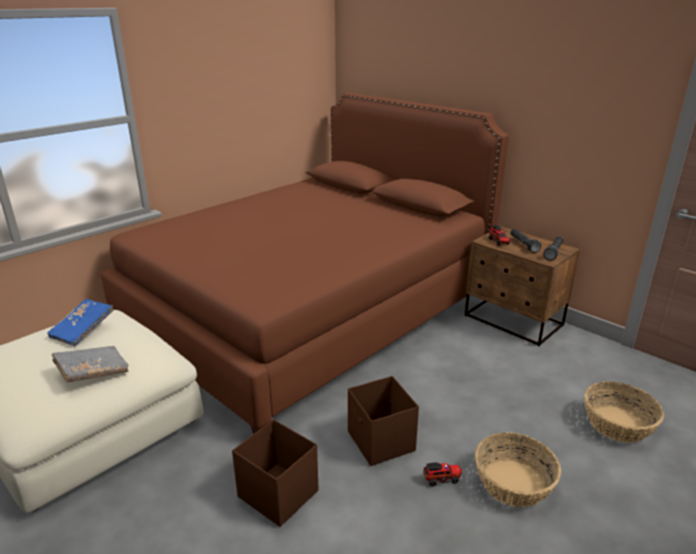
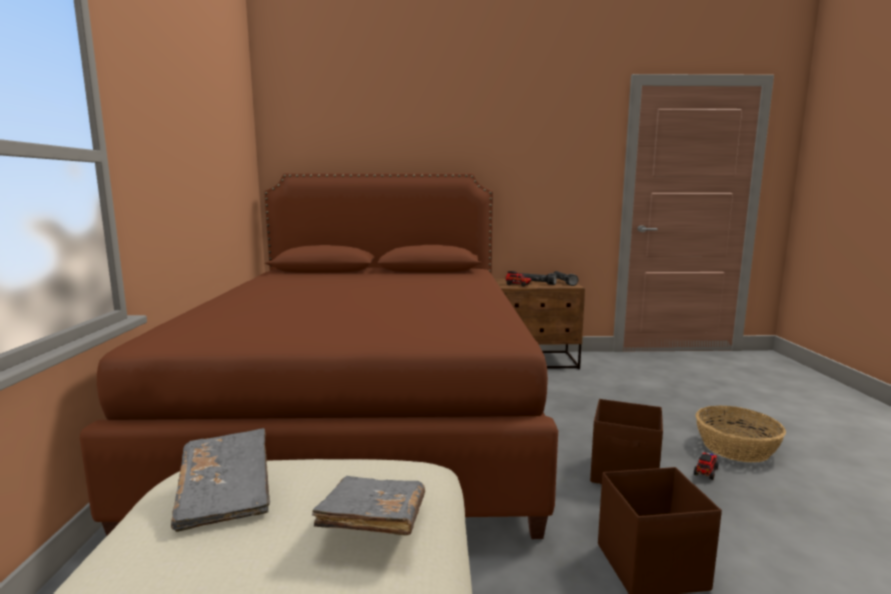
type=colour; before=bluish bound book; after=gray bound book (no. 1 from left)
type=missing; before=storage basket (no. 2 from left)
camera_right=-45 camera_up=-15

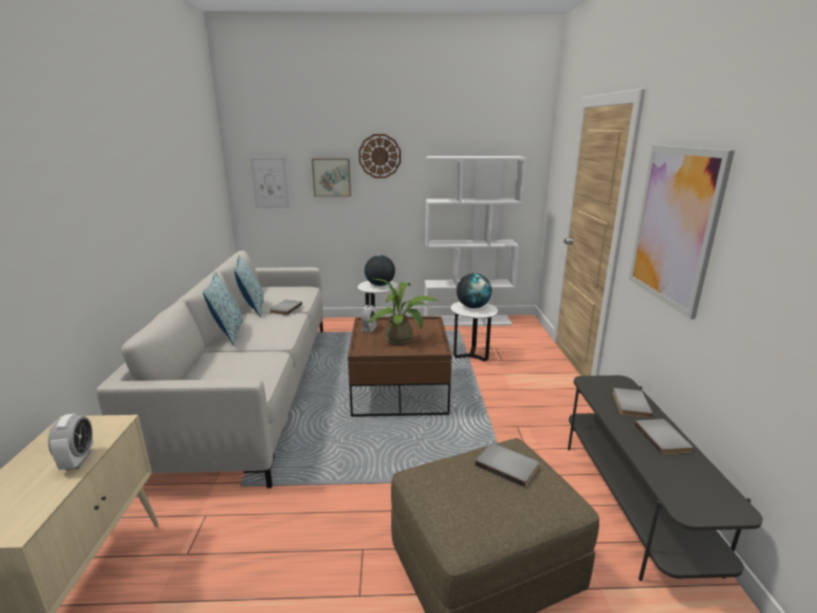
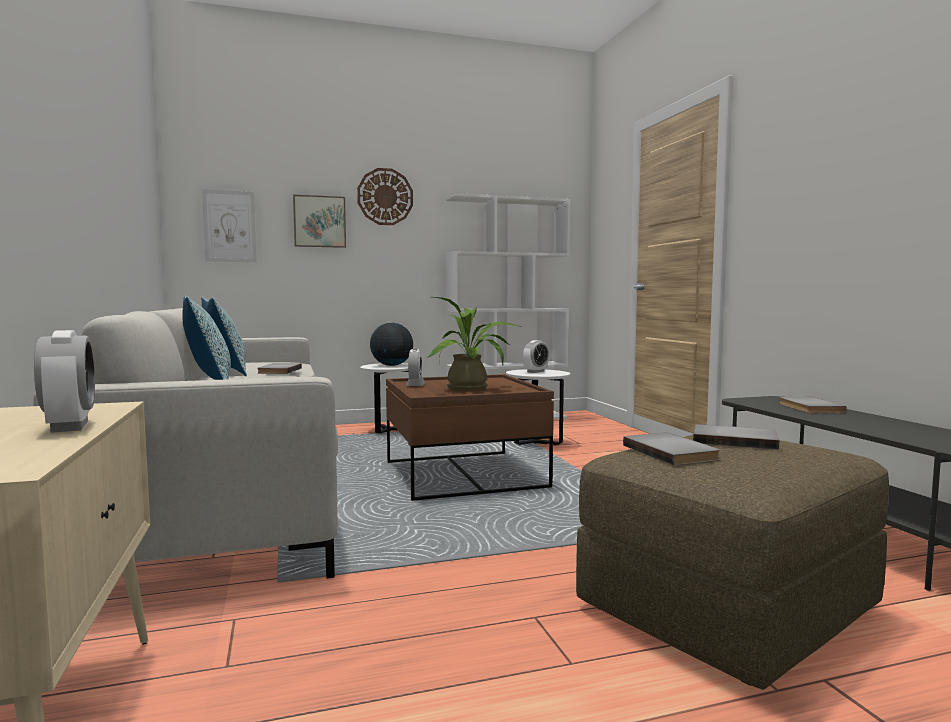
type=exchanged; before=globe (no. 2 from left); after=table clock (no. 3 from left)
type=relocated; before=gray bound book (no. 4 from left in the first image); after=gray bound book (no. 2 from left)
type=missing; before=wall picture (no. 3 from left)
camera_right=-15 camera_up=-15

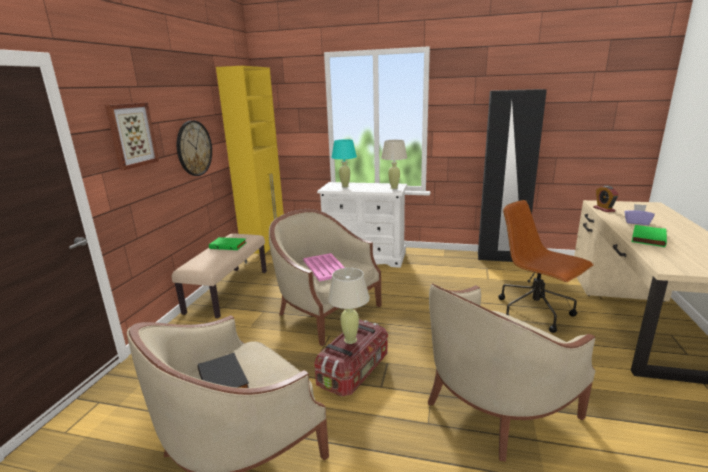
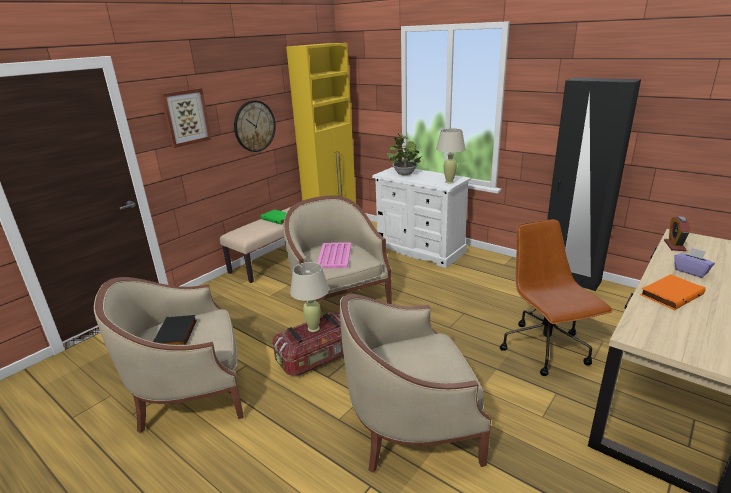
type=exchanged; before=blue-green table lamp; after=houseplant
type=colour; before=green-coloured bound book (no. 2 from left); after=orange bound book
camera_right=25 camera_up=5

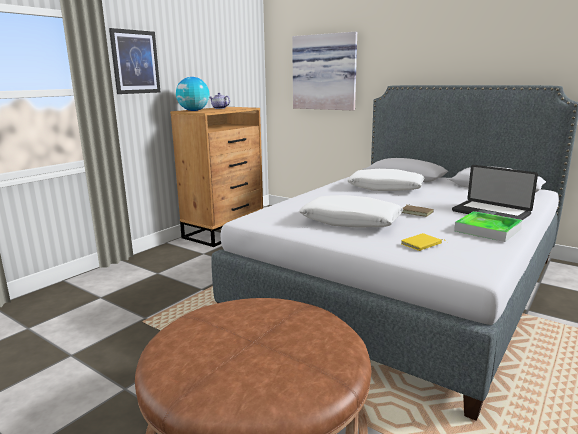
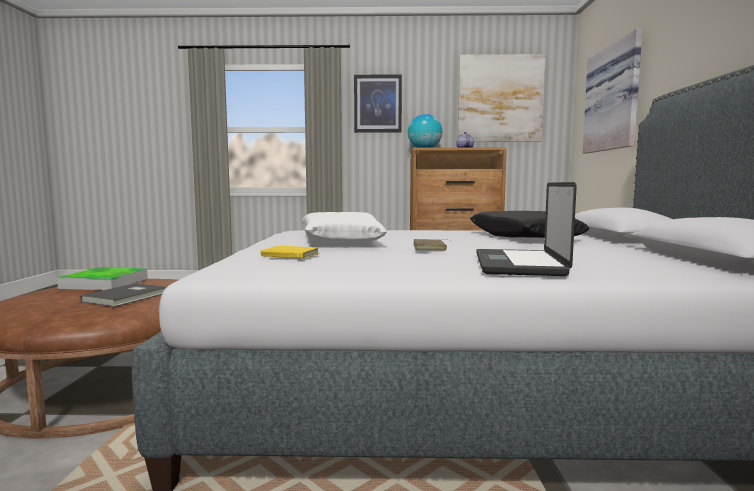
type=relocated; before=carrying tray
type=appeared; after=gray bound book
type=appeared; after=wall picture (no. 2 from left)
type=colour; before=white-coloured pillow (no. 2 from left); after=blackish pillow
camera_right=55 camera_up=-10

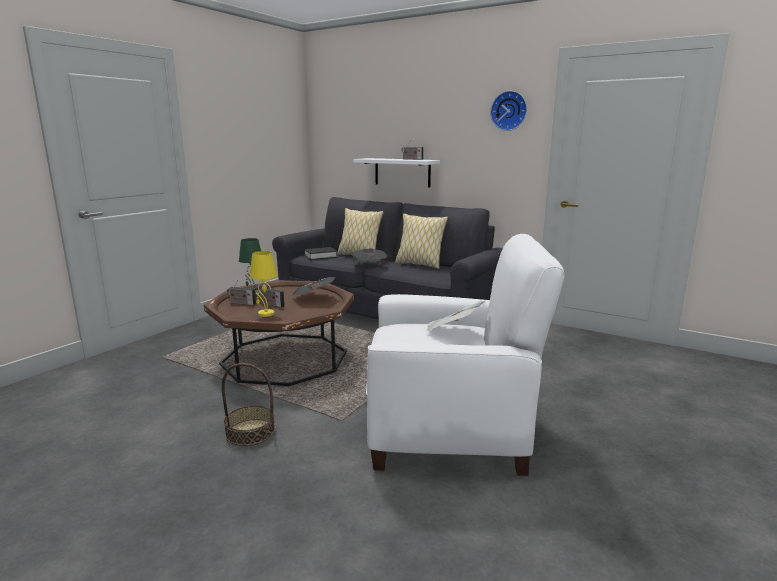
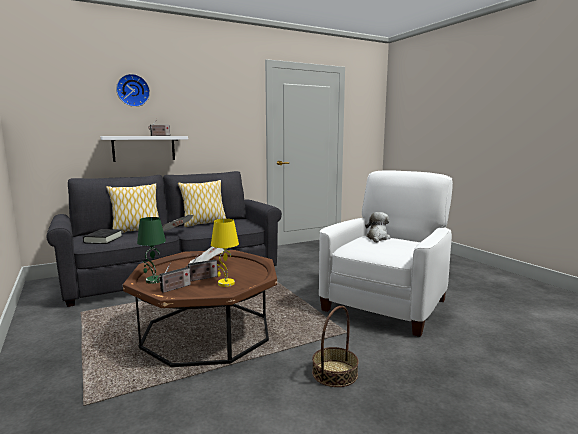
type=relocated; before=wall clock
type=exchanged; before=daily paper (no. 3 from left); after=cuddly toy
camera_right=-60 camera_up=-5

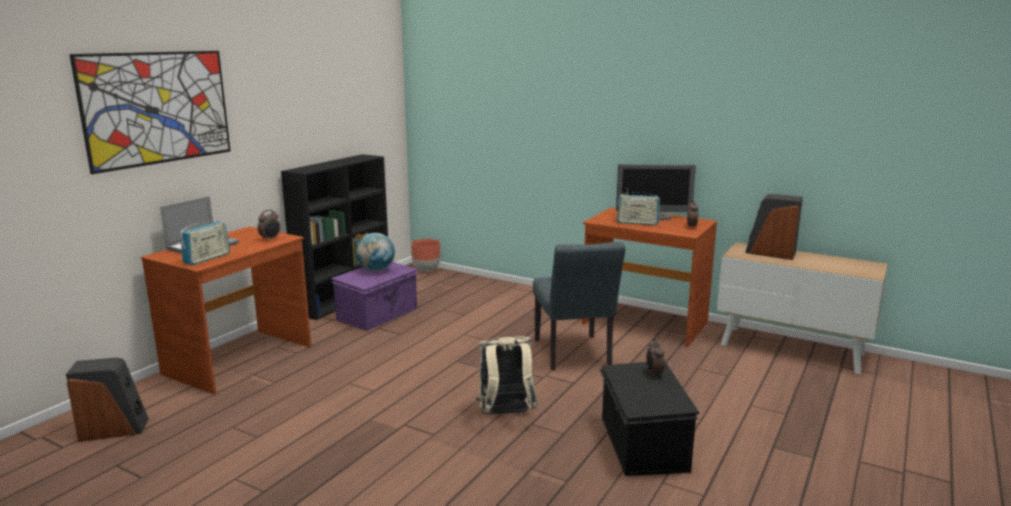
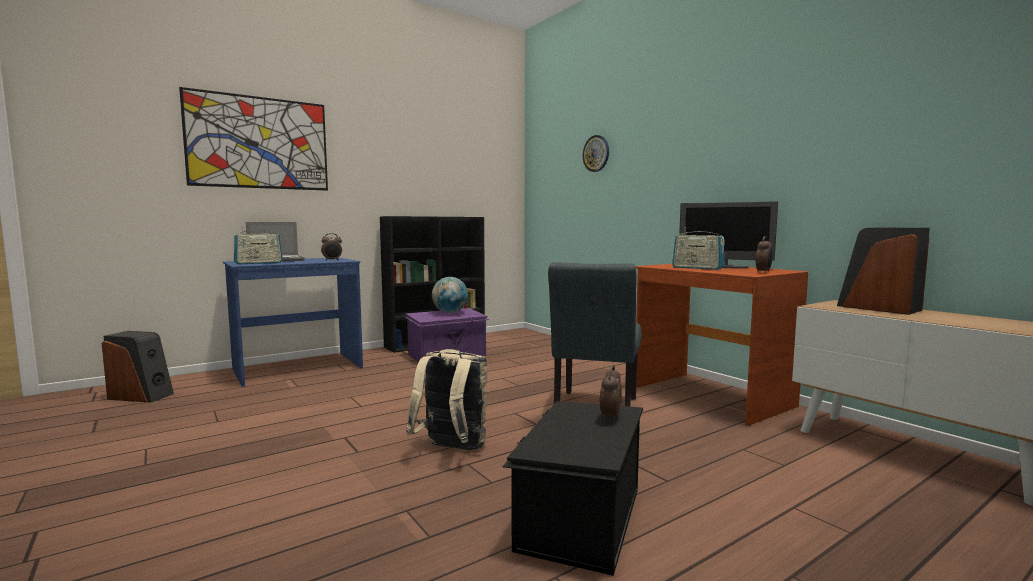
type=colour; before=brown-coloured desk unit (no. 1 from left); after=bluish desk unit
type=appeared; after=wall clock
type=missing; before=brown-coloured planter
camera_right=25 camera_up=-10

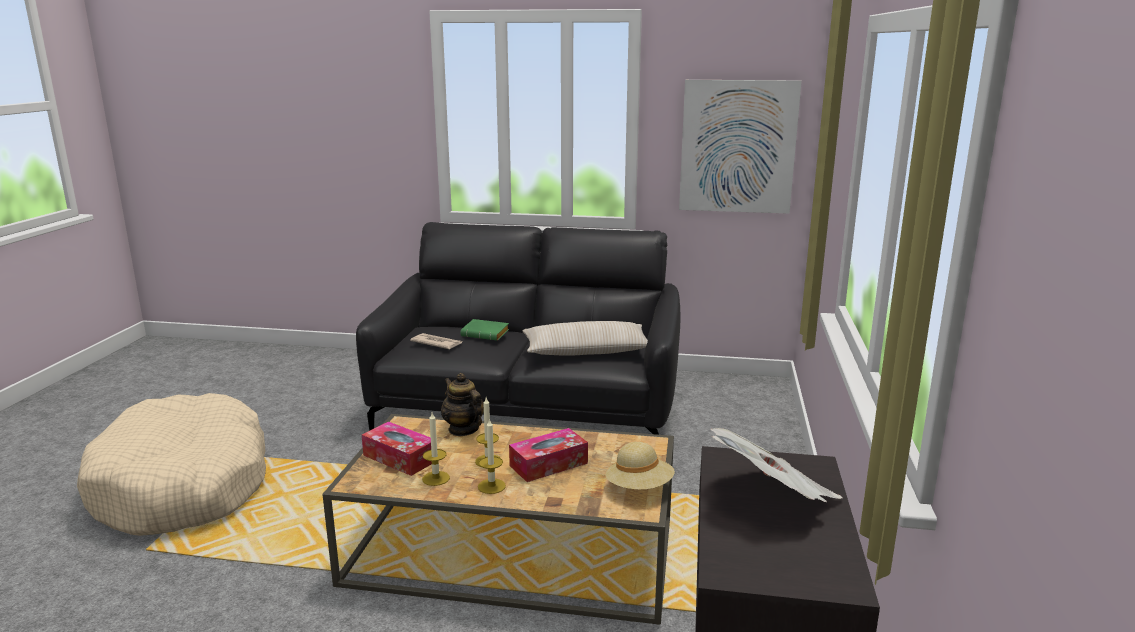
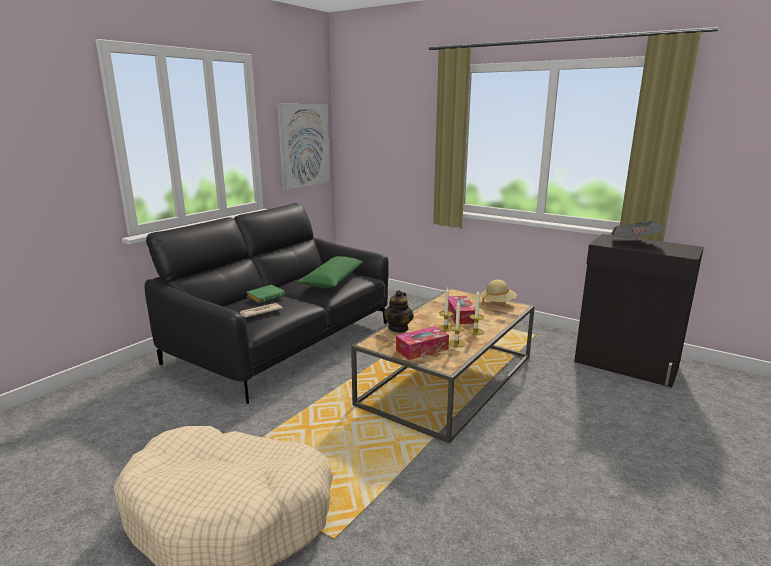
type=colour; before=beige pillow; after=green-coloured pillow
type=spun; before=pot for tea; turn=-60
camera_right=-65 camera_up=0

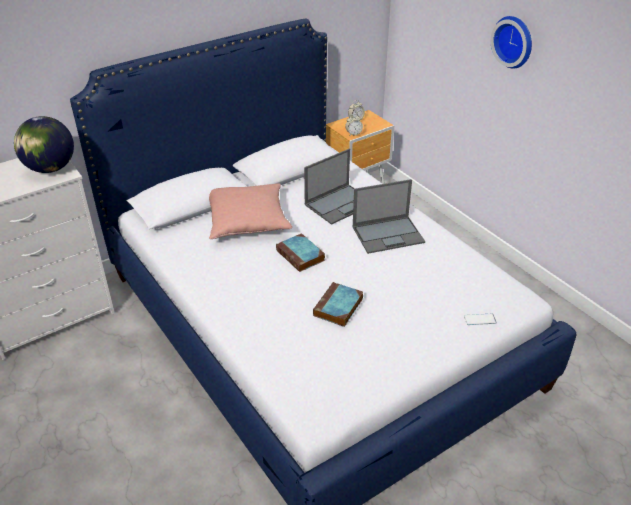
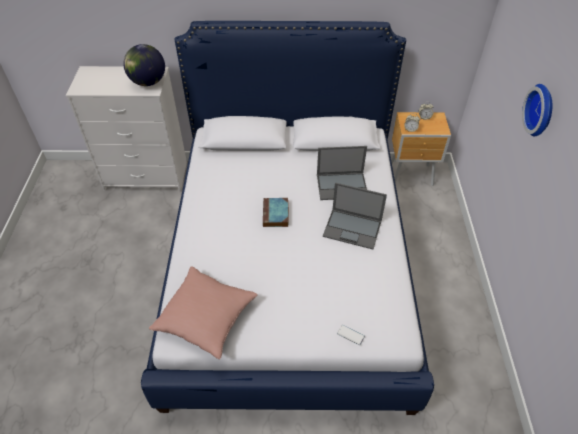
type=relocated; before=pinkish pillow
type=missing; before=bound book (no. 2 from left)
camera_right=35 camera_up=10

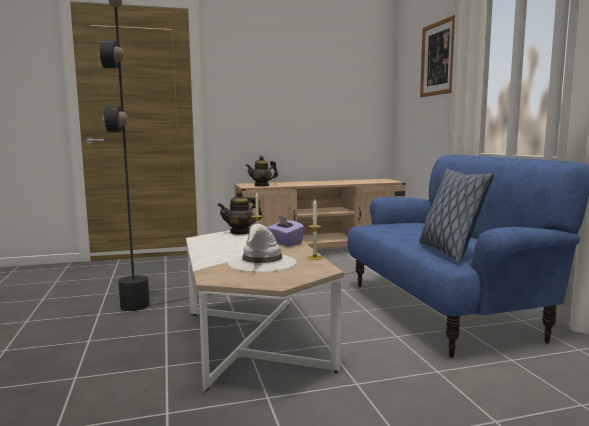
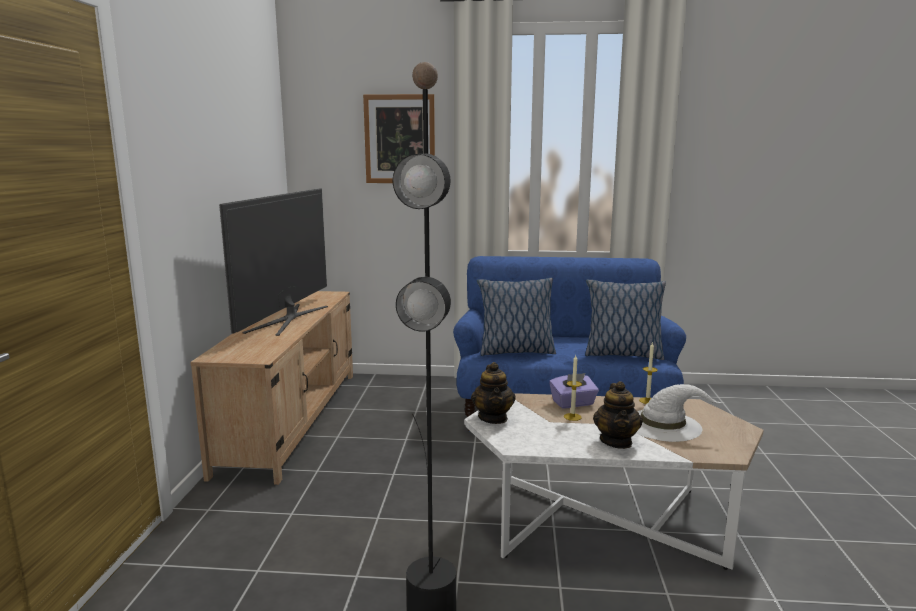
type=appeared; after=television
type=appeared; after=pillow (no. 1 from left)
type=relocated; before=pot for tea (no. 2 from left)
camera_right=-70 camera_up=5

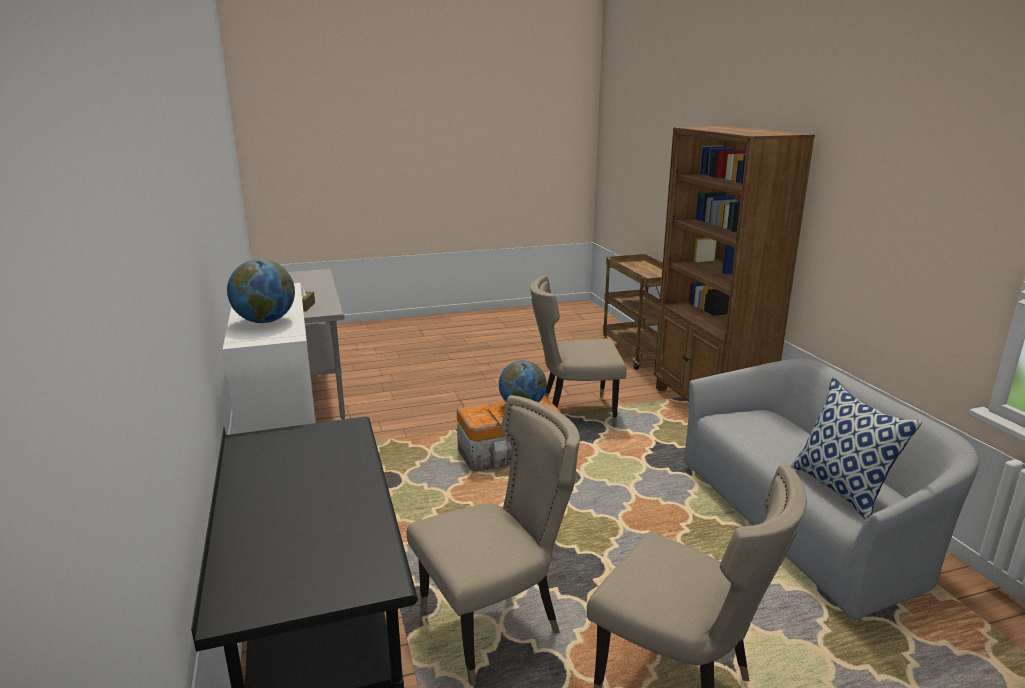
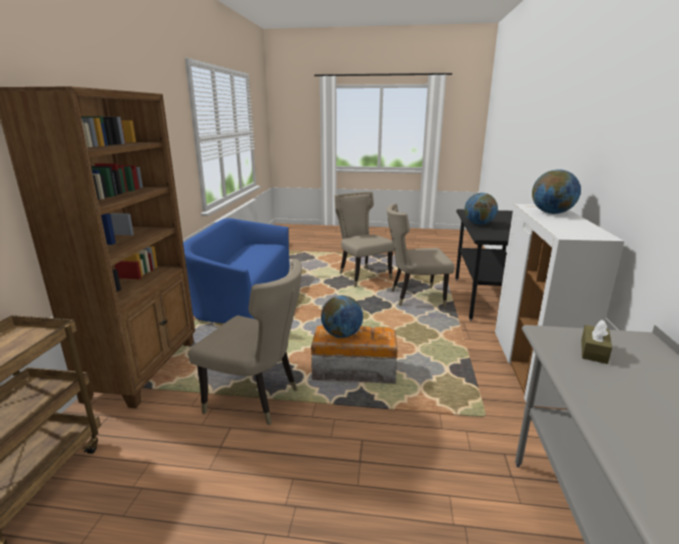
type=colour; before=gray settee; after=bluish settee
type=appeared; after=globe (no. 2 from left)
type=missing; before=pillow
camera_right=-155 camera_up=0

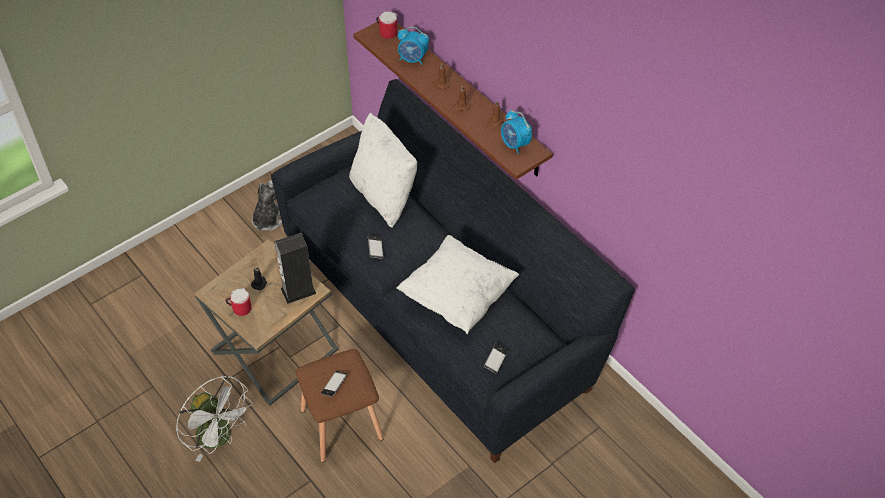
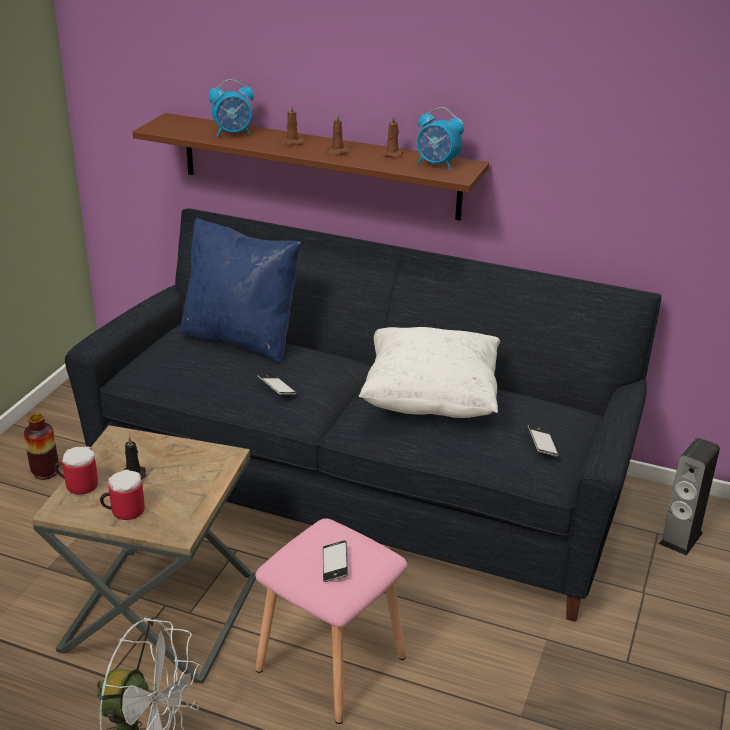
type=exchanged; before=cuddly toy; after=flower vase
type=relocated; before=coffee mug (no. 2 from left in the first image); after=coffee mug (no. 1 from left)
type=colour; before=white-coloured pillow (no. 1 from left); after=bluish pillow
type=colour; before=brown-coloured stool seat; after=pinkish stool seat
type=relocated; before=audio speaker
camera_right=-30 camera_up=-20

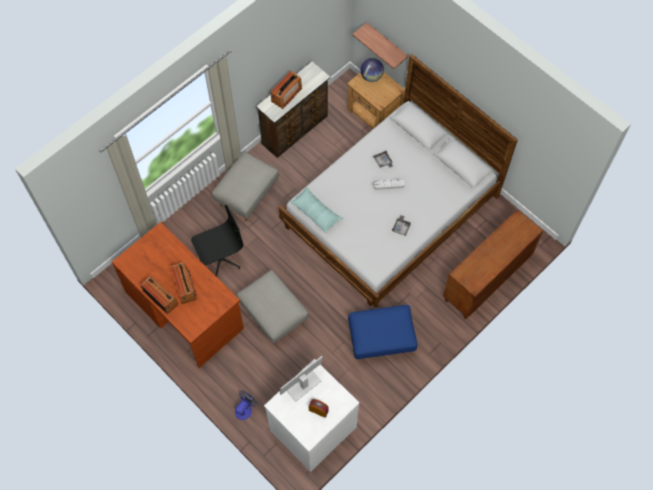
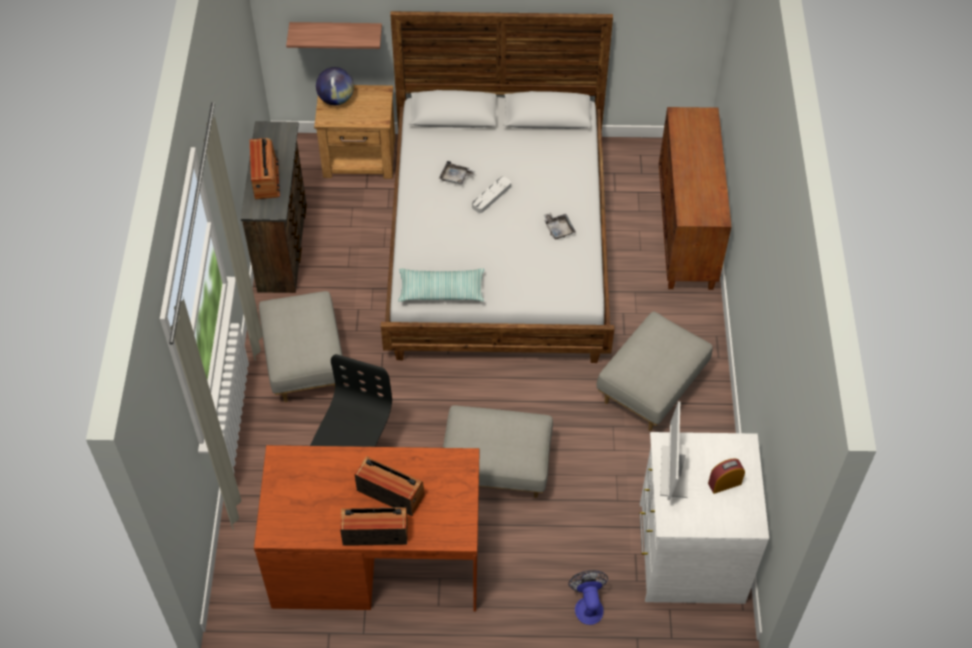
type=colour; before=bluish ottoman; after=gray ottoman (no. 3 from left)
camera_right=-45 camera_up=-10

